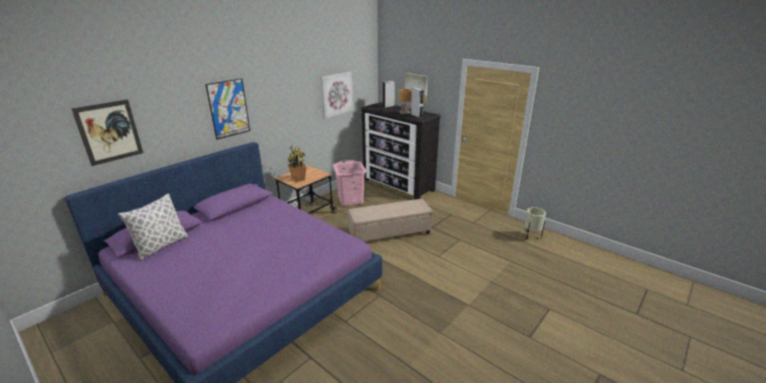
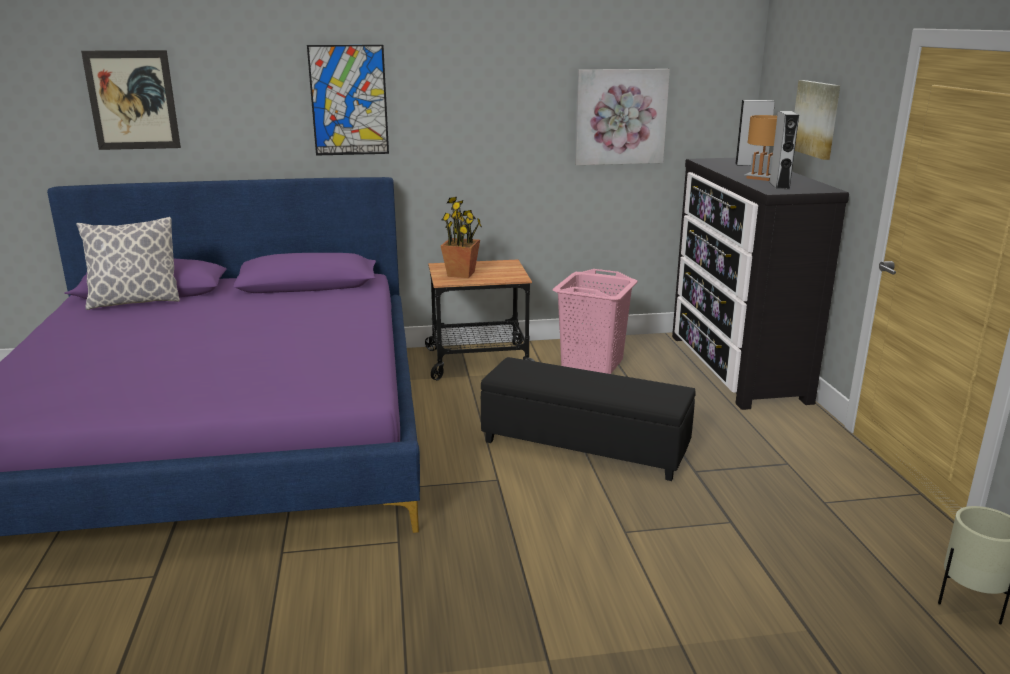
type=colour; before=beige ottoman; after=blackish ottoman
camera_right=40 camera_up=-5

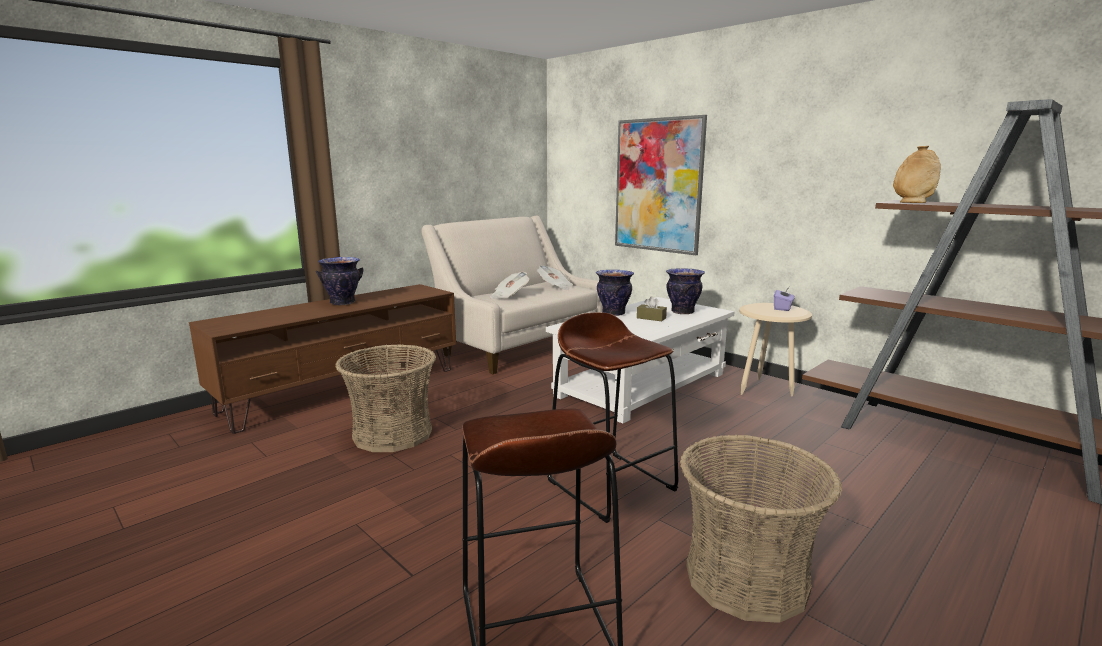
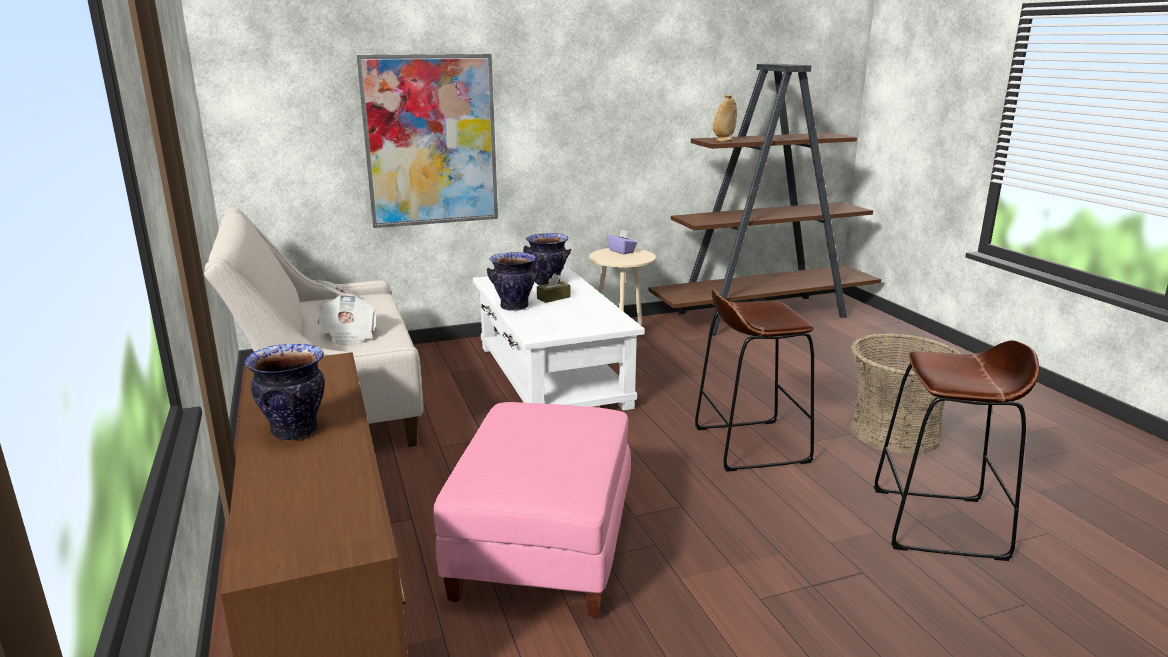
type=exchanged; before=storage basket (no. 1 from left); after=pinkish ottoman
camera_right=-65 camera_up=5

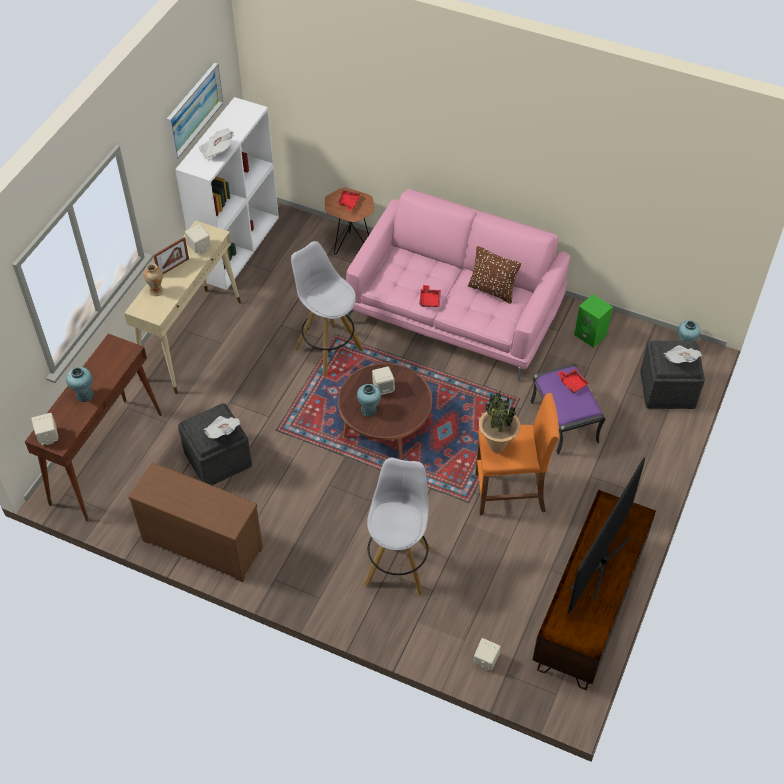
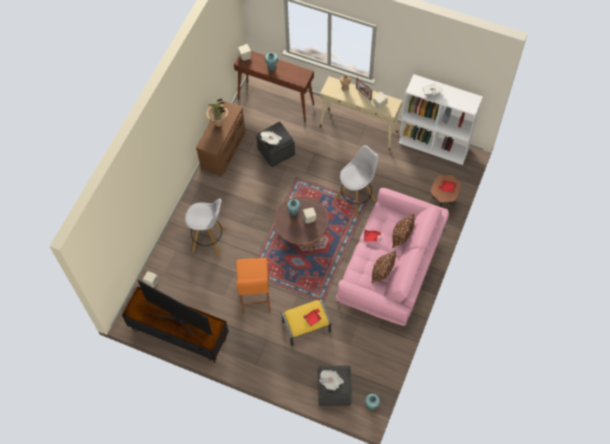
type=relocated; before=houseplant
type=colour; before=purple-coloured ottoman; after=yellowish ottoman
type=appeared; after=brown-coloured pillow (no. 2 from left)
type=missing; before=wall picture
type=missing; before=green-coloured audio speaker
camera_right=90 camera_up=10

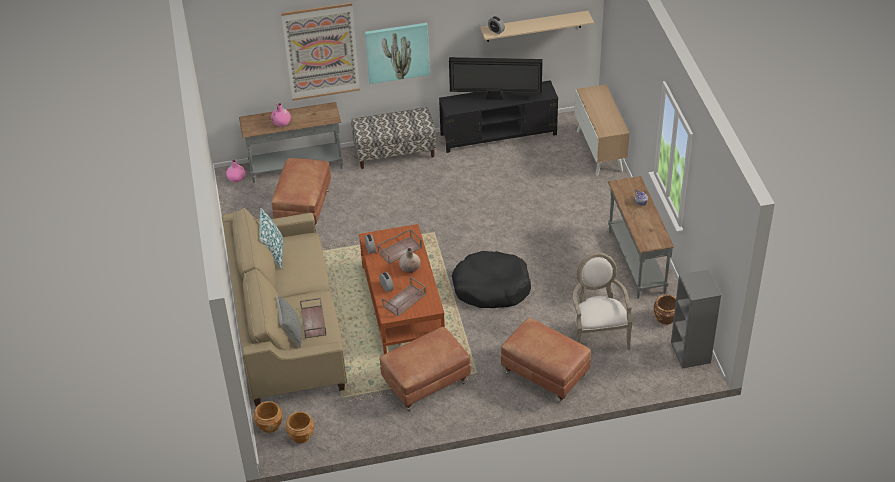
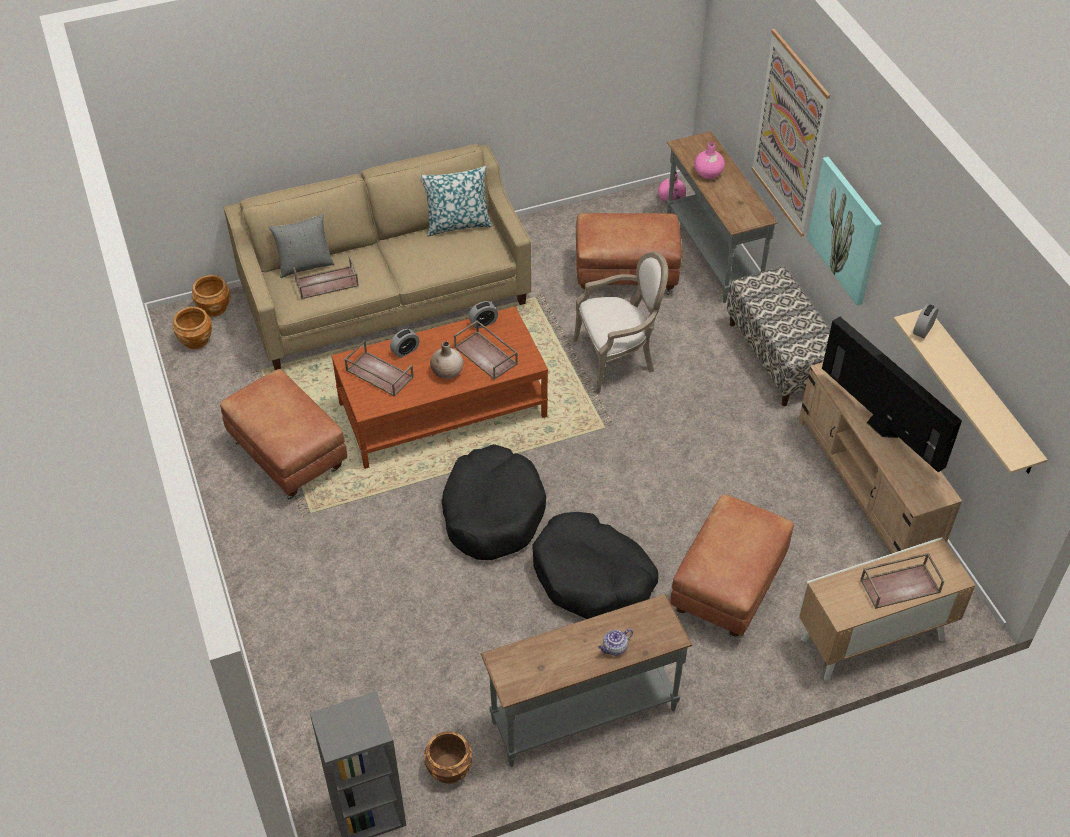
type=appeared; after=blackish pet bed (no. 2 from left)
type=relocated; before=easy chair
type=relocated; before=brown-coloured ottoman (no. 3 from left)
type=colour; before=blackish media console; after=beige media console
type=spun; before=television; turn=150
type=appeared; after=brown-coloured carrying tray (no. 4 from left)
camera_right=80 camera_up=5

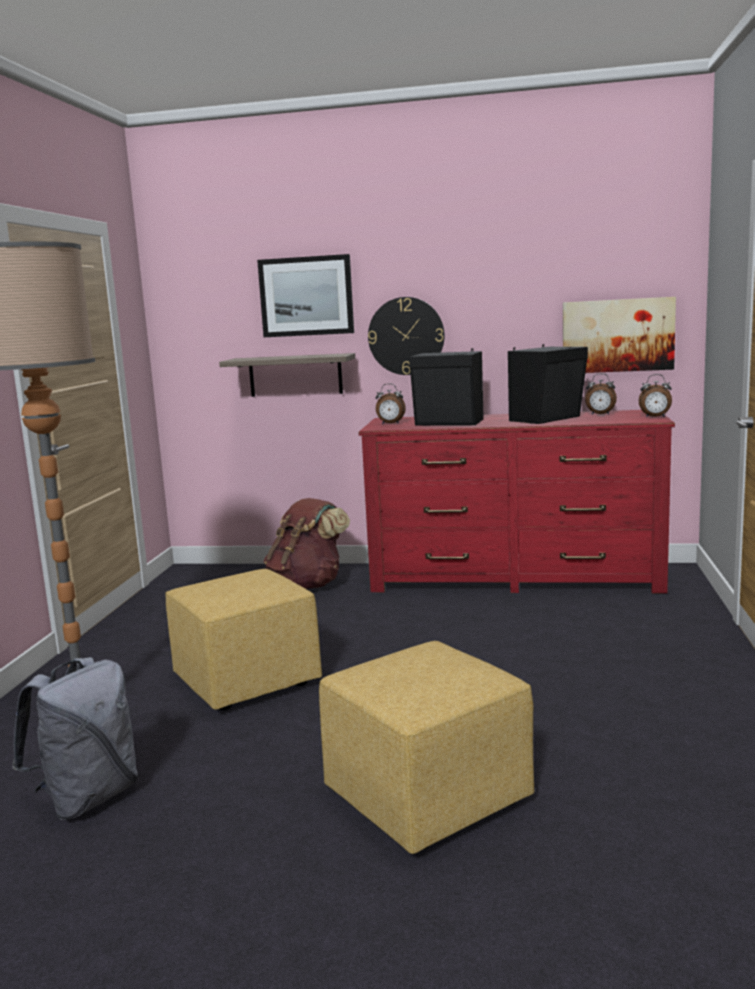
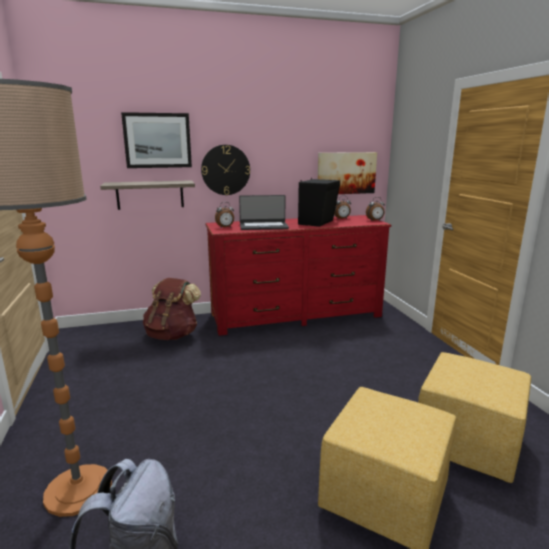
type=exchanged; before=blackish audio speaker (no. 1 from left); after=notebook computer
type=relocated; before=yellowish ottoman (no. 1 from left in the first image); after=yellowish ottoman (no. 2 from left)
camera_right=-25 camera_up=5

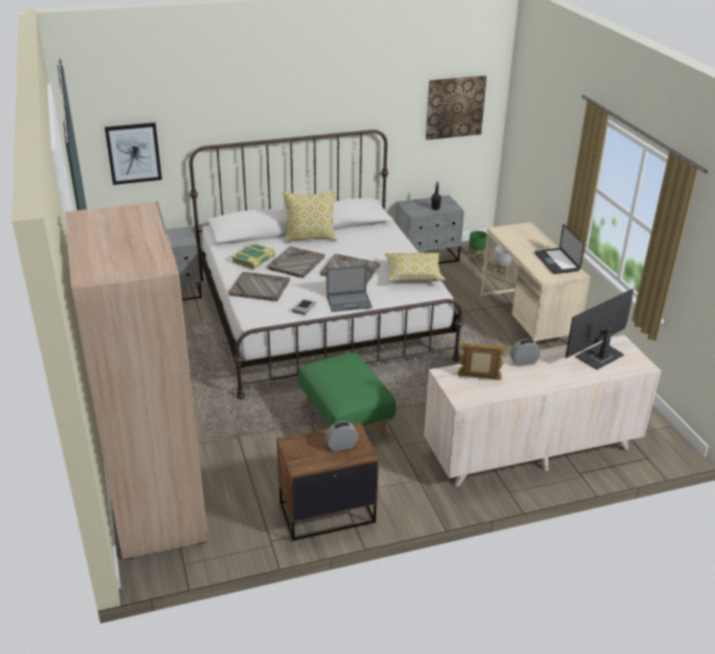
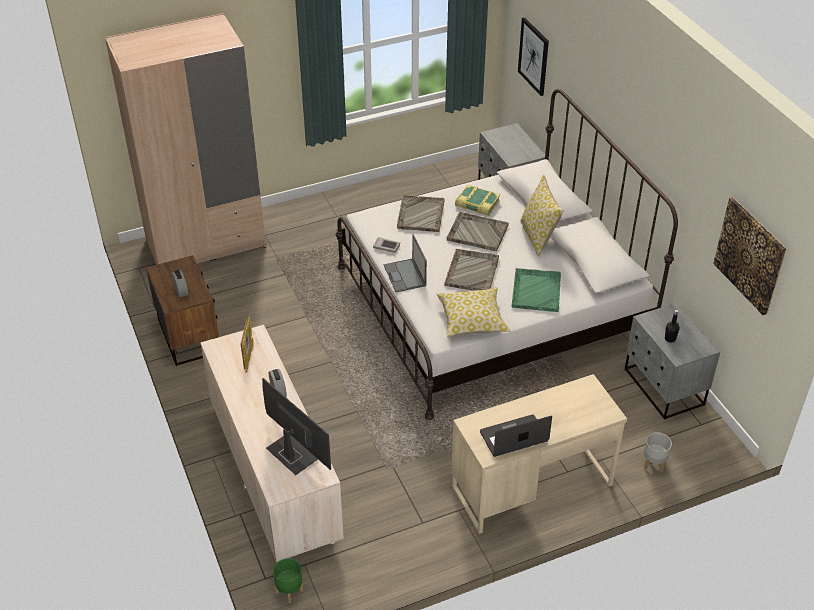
type=relocated; before=green-coloured planter
type=appeared; after=green-coloured carrying tray
type=missing; before=green-coloured ottoman
camera_right=85 camera_up=10

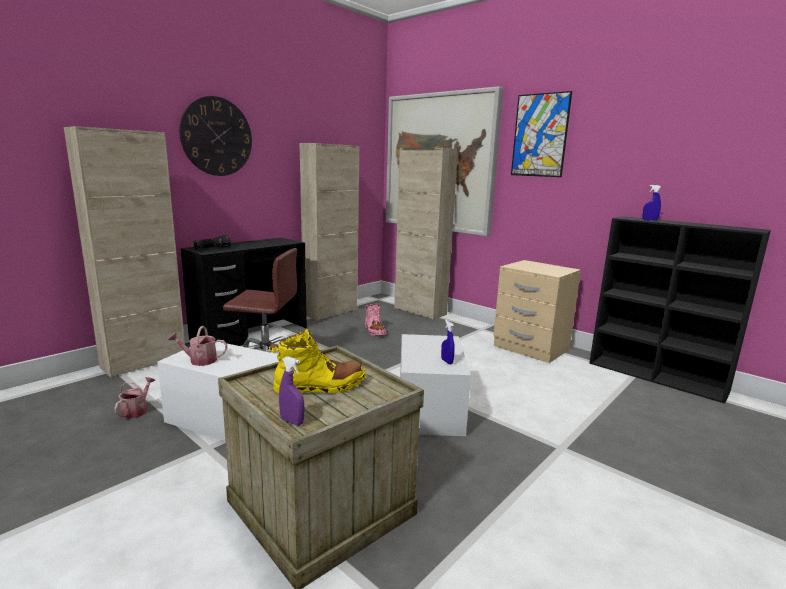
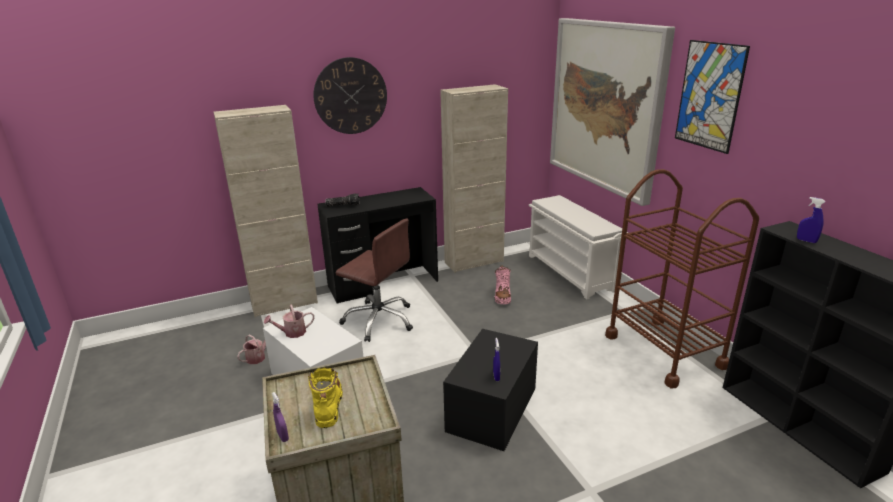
type=spun; before=sprinkling can (no. 2 from left); turn=-45
type=spun; before=yellowish tall boot; turn=-105
type=colour; before=white-coloured storage box (no. 2 from left); after=blackish storage box
type=exchanged; before=beige cabinet (no. 3 from left); after=white-coloured shoe stand
type=exchanged; before=beige nightstand; after=brown-coloured trolley
camera_right=25 camera_up=10

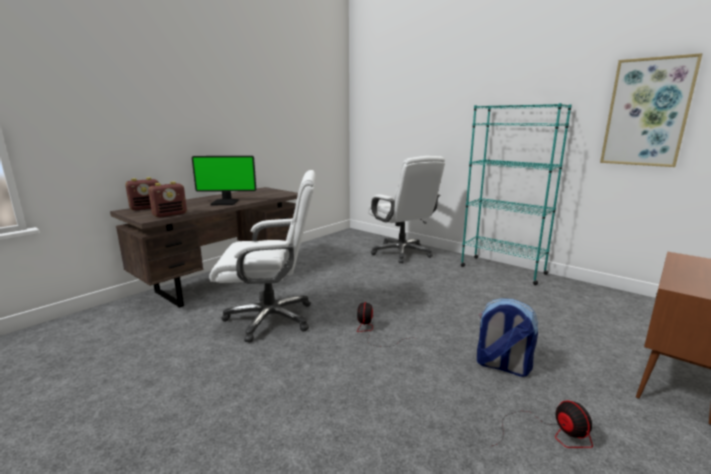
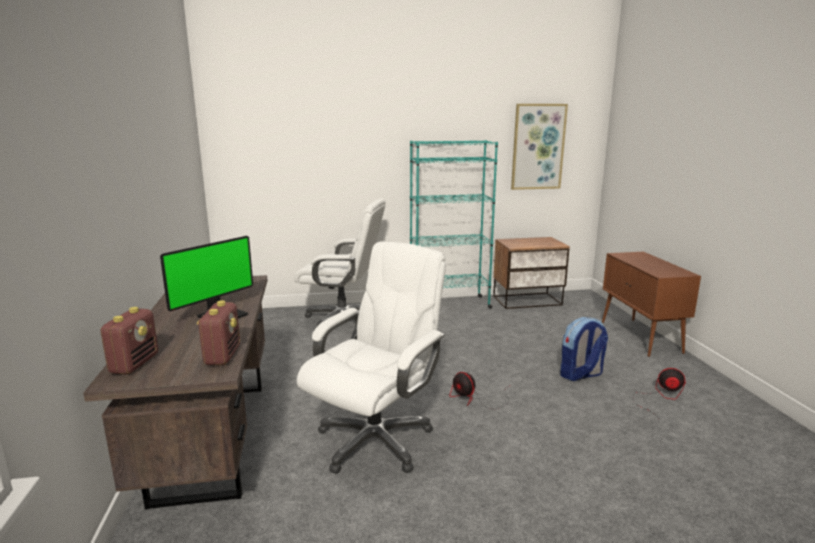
type=appeared; after=nightstand
camera_right=-50 camera_up=0

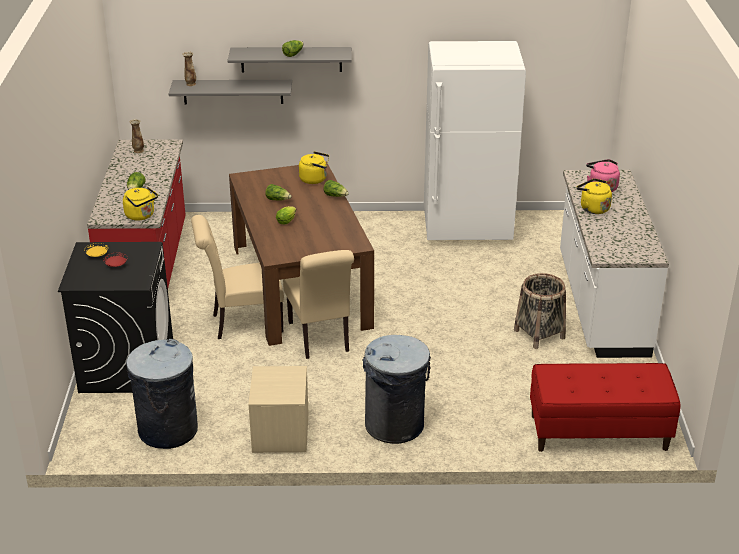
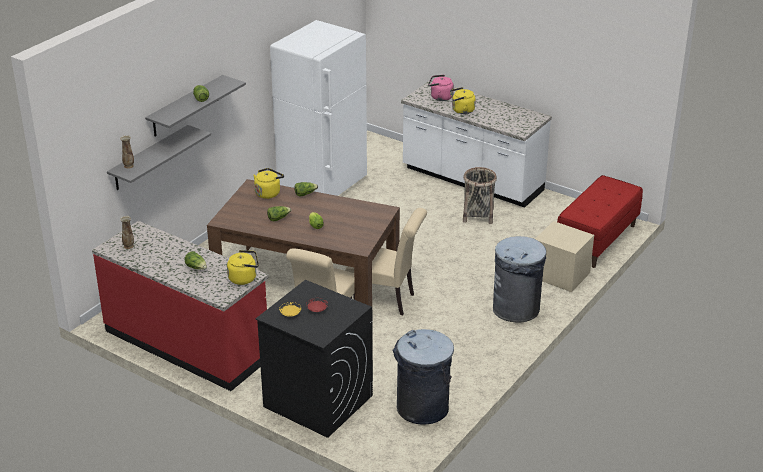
type=relocated; before=beige nightstand
camera_right=-55 camera_up=0

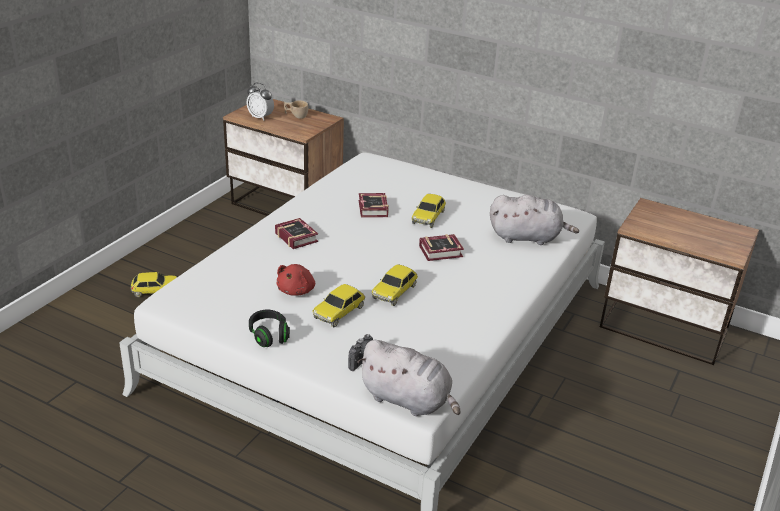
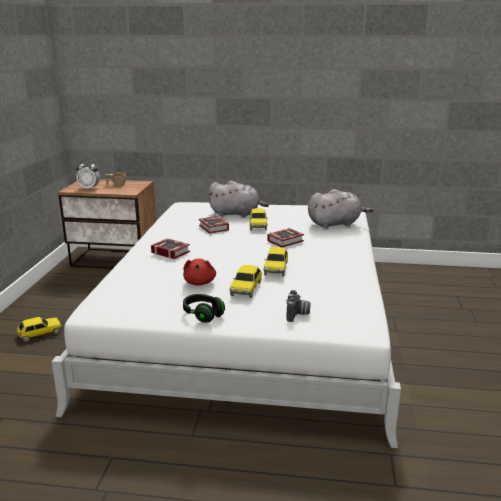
type=relocated; before=gray cuddly toy (no. 1 from left)
type=missing; before=nightstand (no. 2 from left)
camera_right=-20 camera_up=-10

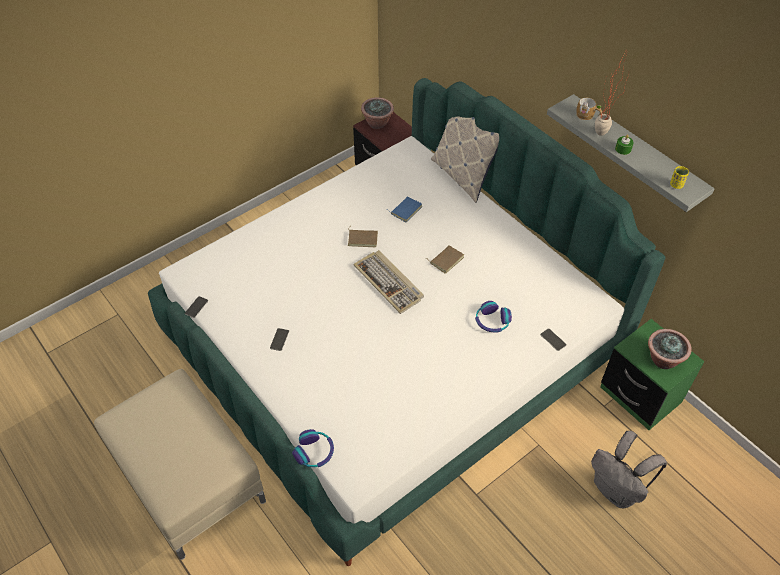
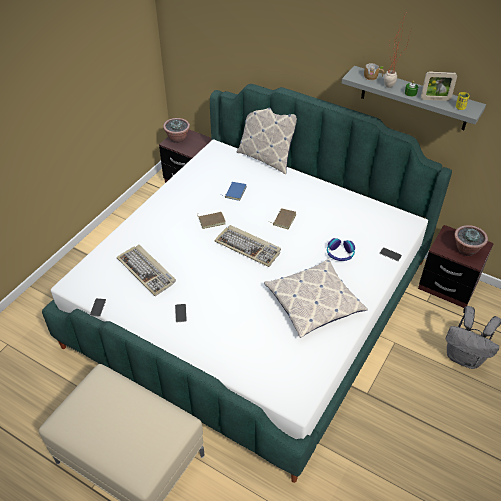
type=appeared; after=keyboard (no. 1 from left)
type=appeared; after=pillow (no. 2 from left)
type=colour; before=green-coloured nightstand; after=brown-coloured nightstand (no. 2 from left)
type=appeared; after=standing frame
type=missing; before=headset (no. 1 from left)
camera_right=-20 camera_up=-5

